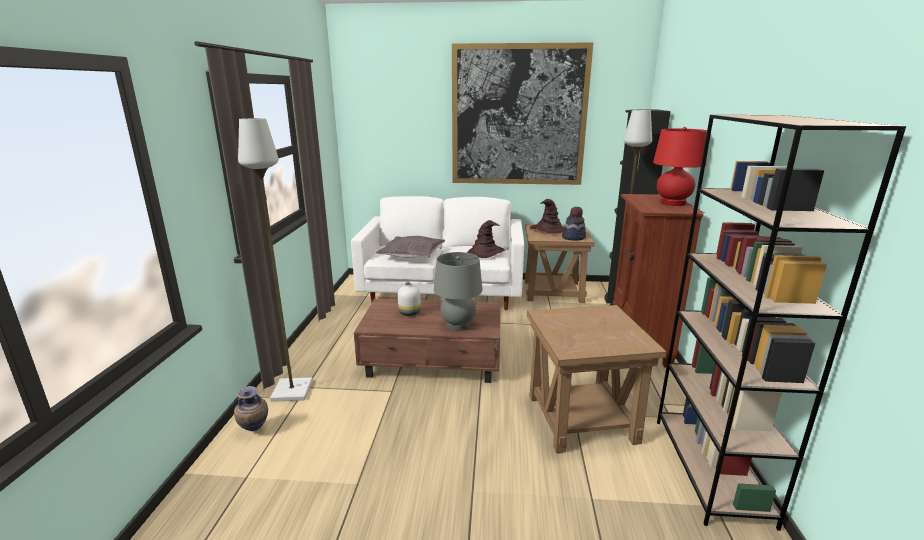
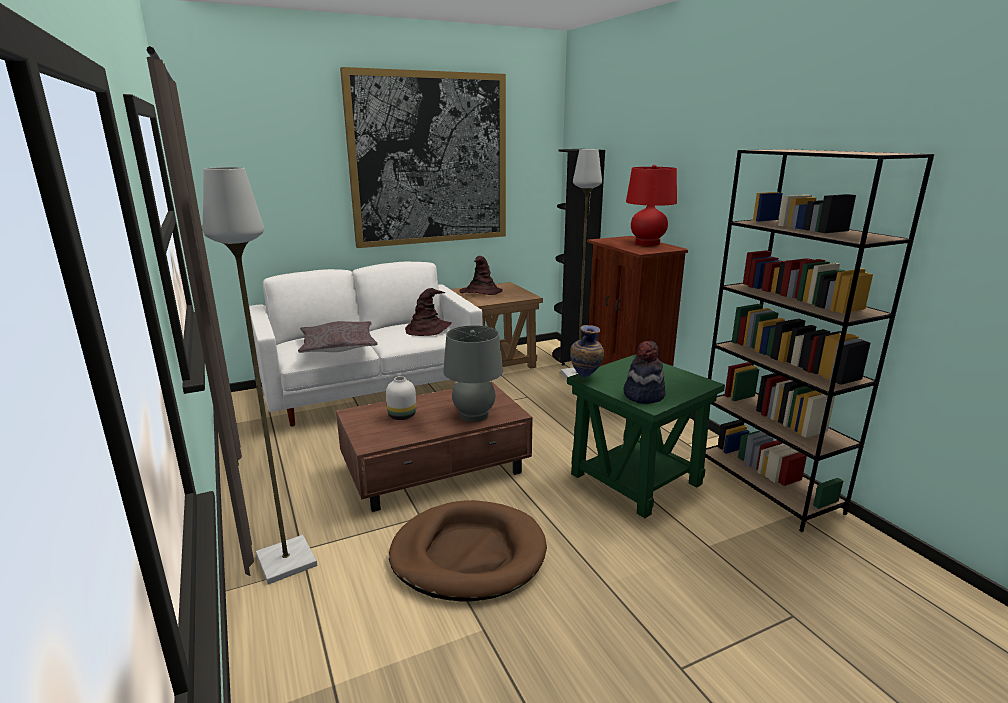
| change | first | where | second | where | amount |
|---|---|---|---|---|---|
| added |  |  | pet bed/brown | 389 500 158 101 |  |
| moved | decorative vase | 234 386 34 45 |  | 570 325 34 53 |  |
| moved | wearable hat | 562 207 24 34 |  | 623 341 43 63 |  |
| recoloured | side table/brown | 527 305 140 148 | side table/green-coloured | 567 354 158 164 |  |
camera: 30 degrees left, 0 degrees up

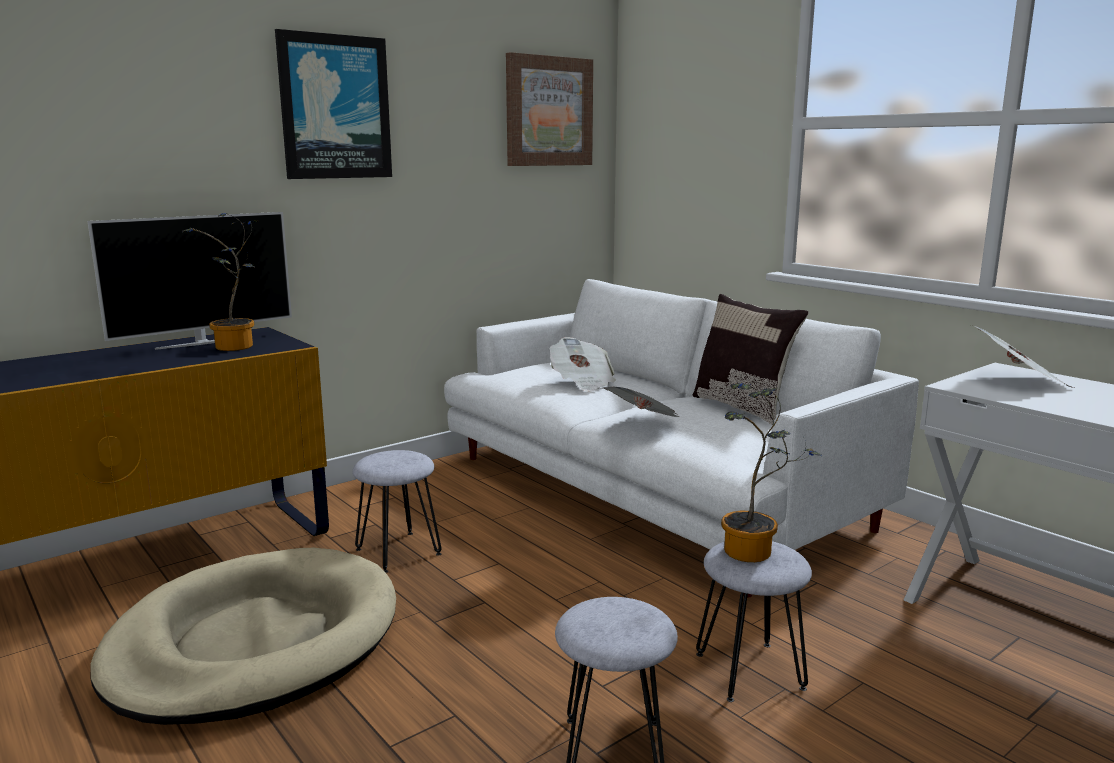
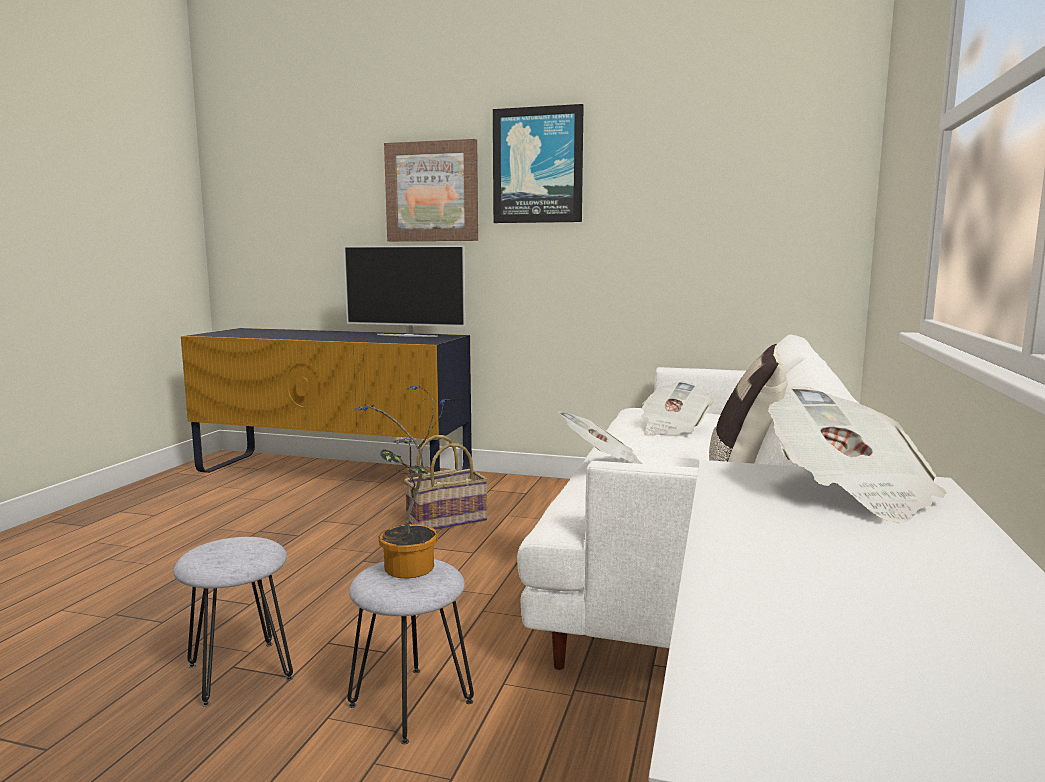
| change | first | where | second | where | amount |
|---|---|---|---|---|---|
| removed | pet bed/beige | 90 548 306 177 |  |  |  |
| removed | houseplant | 183 213 76 138 |  |  |  |
| moved | picture | 506 52 87 114 |  | 384 139 94 102 |  |
| replaced | stool seat/gray | 353 450 89 123 | basket | 404 435 84 95 |  |
camera: 55 degrees right, 5 degrees down

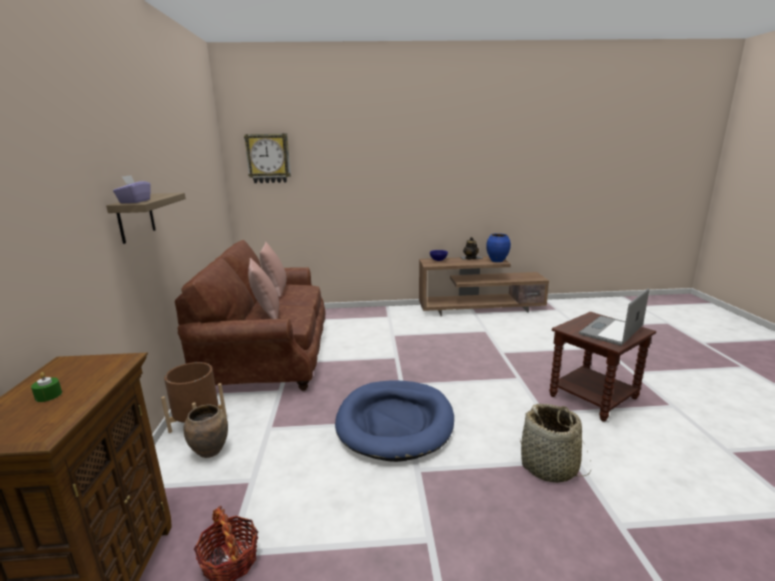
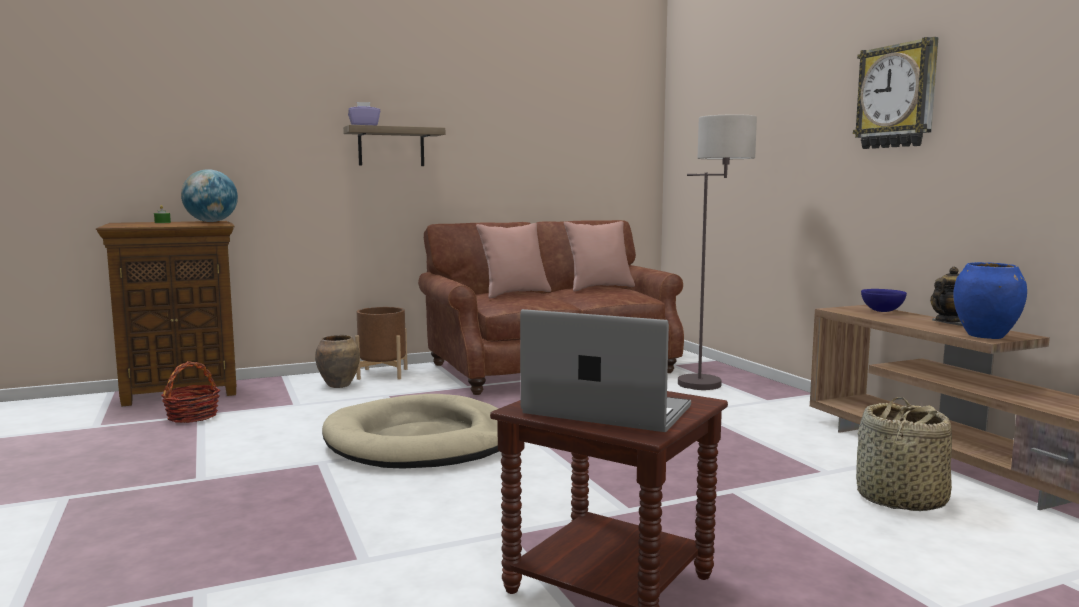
| change | first | where | second | where | amount |
|---|---|---|---|---|---|
| added |  |  | world globe | 181 169 57 53 |  |
| added |  |  | standing lamp/gray | 678 114 79 276 |  |
| moved | hanging clock | 244 133 47 50 |  | 853 37 86 112 |  |
| moved | basket | 520 403 71 80 |  | 856 397 96 114 |  |
| recoloured | pet bed/blue-coloured | 335 380 119 82 | pet bed/beige | 322 394 177 74 |  |
camera: 70 degrees right, 10 degrees down

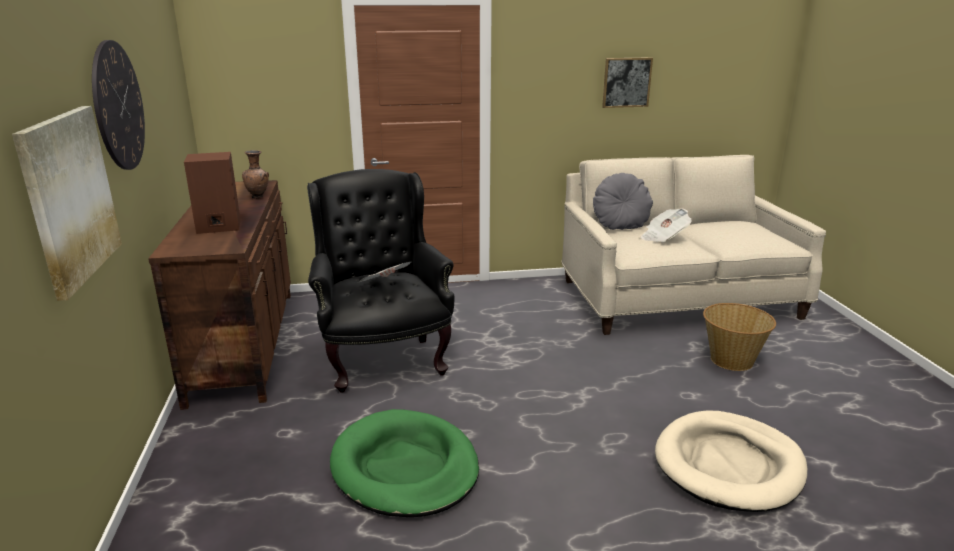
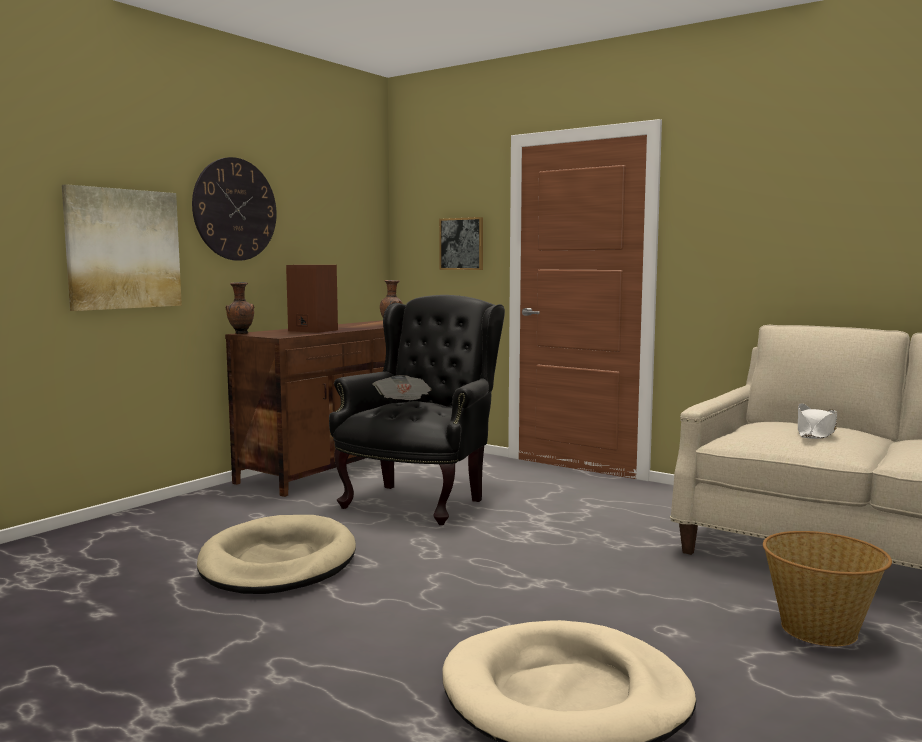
| change | first | where | second | where | amount |
|---|---|---|---|---|---|
| removed | pillow/gray | 593 173 60 57 |  |  |  |
| added |  |  | decorative vase/brown | 226 282 28 52 |  |
| moved | picture | 602 57 51 51 |  | 439 217 44 53 |  |
| replaced | newspaper | 640 208 51 35 | wearable hat/white | 798 403 39 36 |  |
| recoloured | pet bed/green-coloured | 330 409 149 108 | pet bed/beige | 197 515 159 79 |  |
camera: 45 degrees right, 15 degrees down

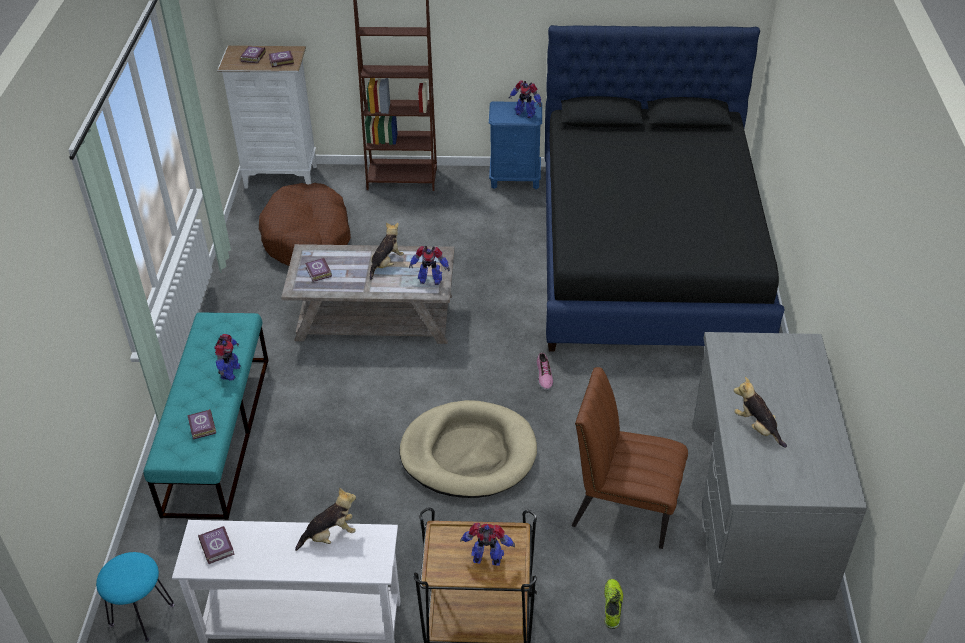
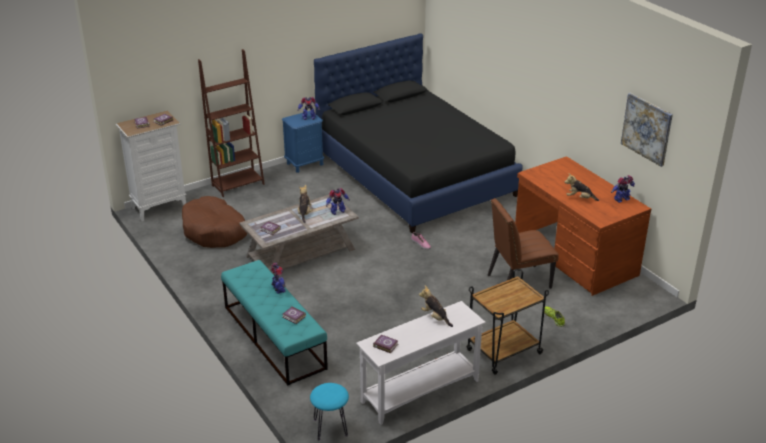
| change | first | where | second | where | amount |
|---|---|---|---|---|---|
| removed | pet bed/beige | 399 400 138 98 |  |  |  |
| added |  |  | picture | 621 93 52 74 |  |
| moved | toy robot | 460 523 55 43 |  | 611 175 24 28 |  |
| recoloured | desk unit/gray | 692 332 175 268 | desk unit/brown | 515 156 136 140 |  |
| turned | soft toy | 295 487 61 64 |  | 419 286 34 41 | 75 degrees counterclockwise |
camera: 35 degrees left, 10 degrees down

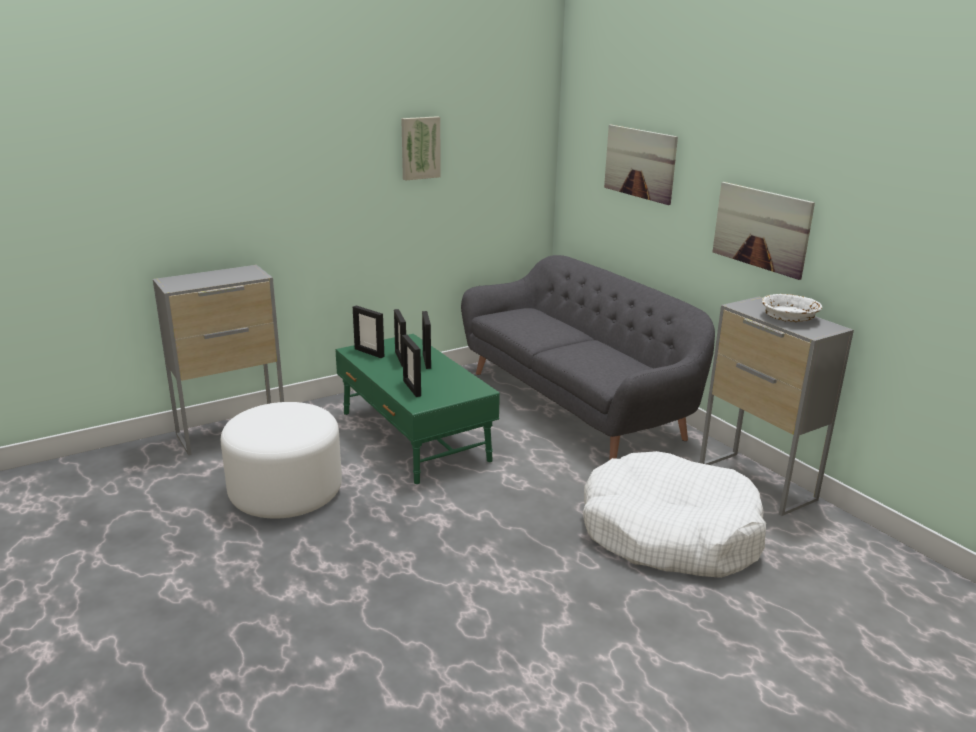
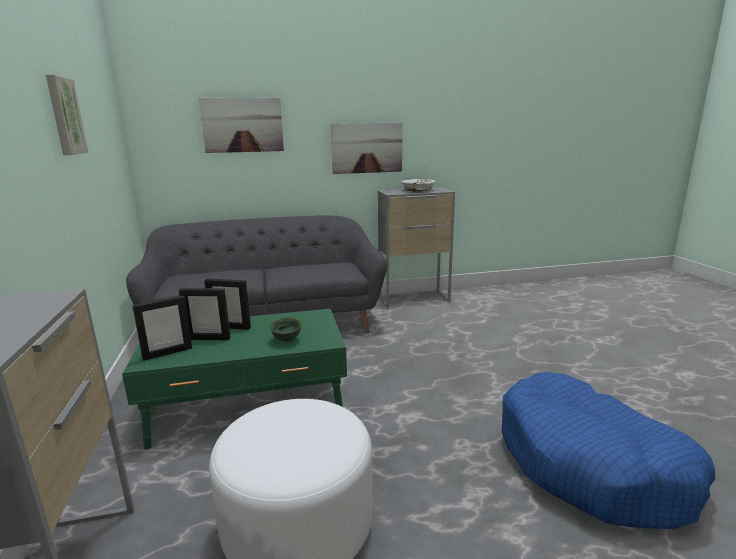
| change | first | where | second | where | amount |
|---|---|---|---|---|---|
| removed | pet bed/white | 583 451 183 127 |  |  |  |
| added |  |  | pet bed/blue-coloured | 502 372 213 157 |  |
| replaced | photo frame | 402 335 19 62 | deep dish/green-coloured | 270 318 32 24 |  |
camera: 70 degrees left, 5 degrees down

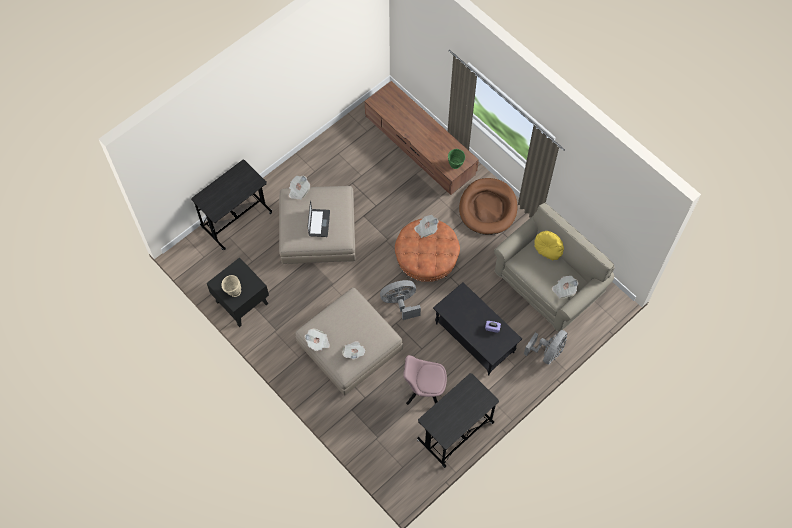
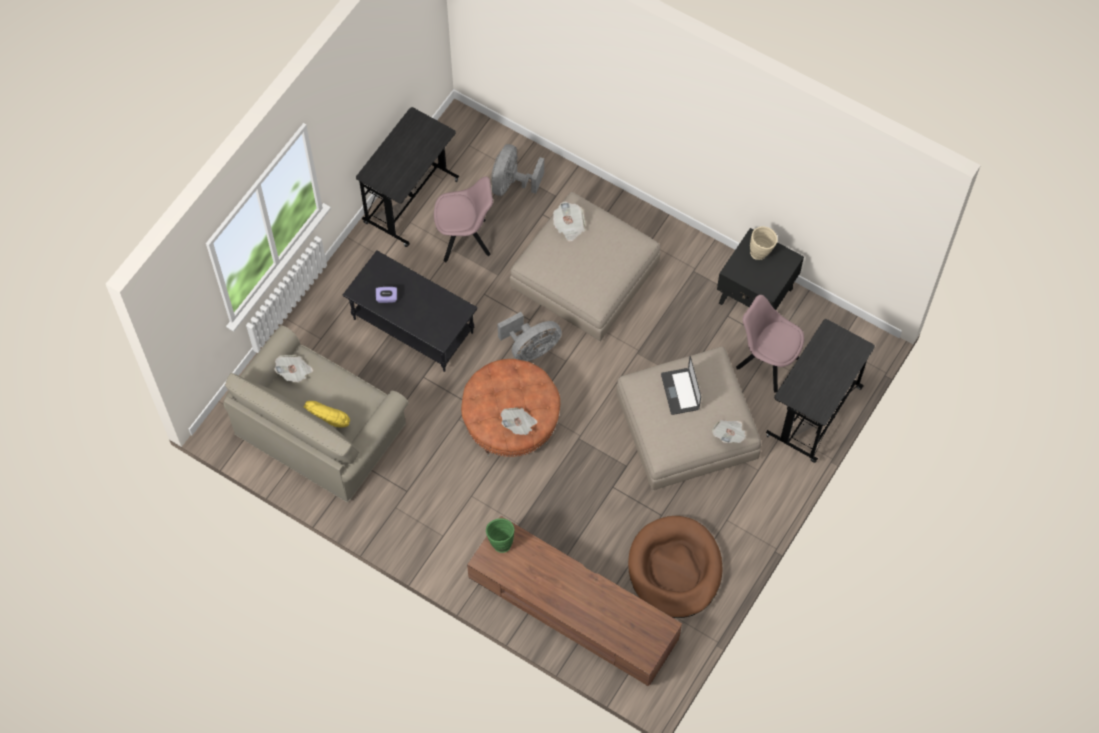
| change | first | where | second | where | amount |
|---|---|---|---|---|---|
| removed | newspaper | 305 328 25 23 |  |  |  |
| added |  |  | upright chair/pink-coloured | 736 295 68 98 |  |
| moved | pet bed/brown | 459 178 59 57 |  | 628 516 94 102 |  |
| moved | fan/gray | 524 330 44 34 |  | 491 144 53 52 |  |
camera: 165 degrees right, 0 degrees up

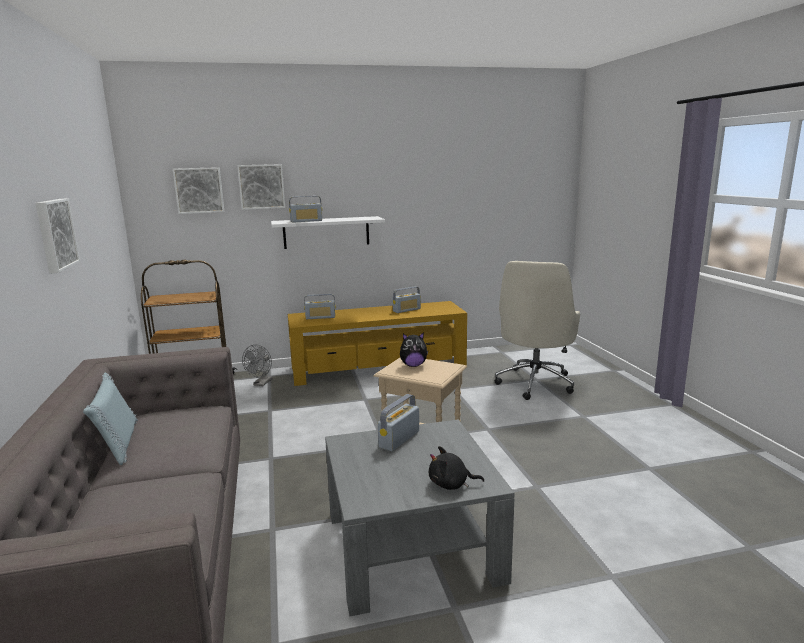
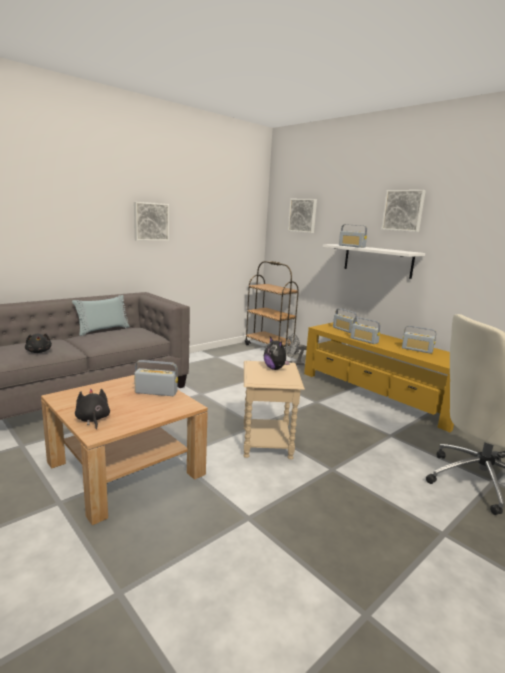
| change | first | where | second | where | amount |
|---|---|---|---|---|---|
| added |  |  | soft toy/blackish | 25 333 27 20 |  |
| added |  |  | radio set | 350 317 31 27 |  |
| moved | picture | 237 164 48 46 |  | 381 190 45 42 |  |
| recoloured | lounge table/gray | 325 420 190 196 | lounge table/brown | 41 375 167 150 |  |
camera: 60 degrees right, 0 degrees up

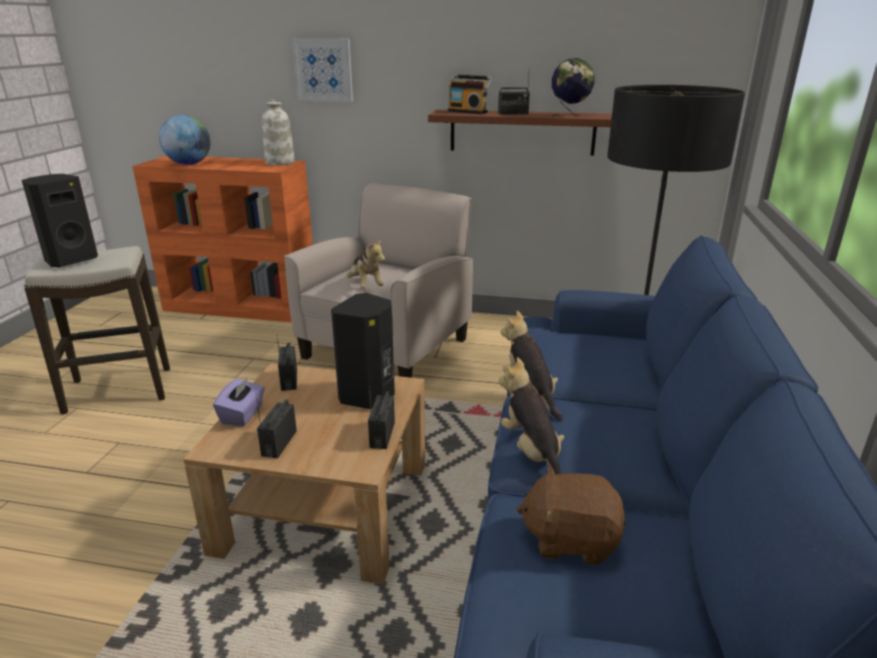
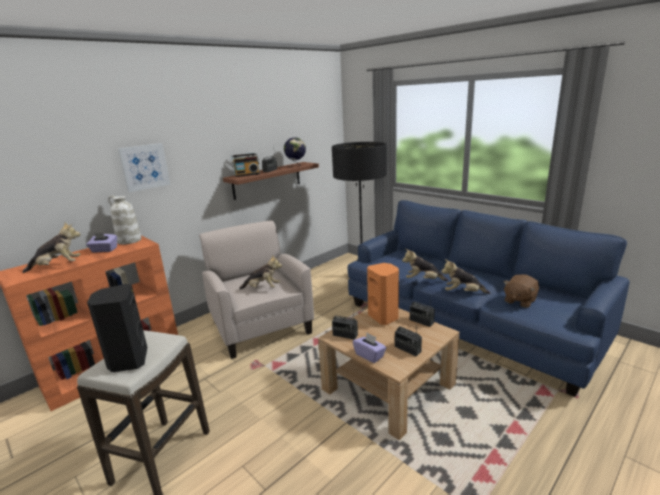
| change | first | where | second | where | amount |
|---|---|---|---|---|---|
| added |  |  | tissue box/purple-coloured | 86 233 31 19 |  |
| replaced | world globe | 159 115 52 50 | soft toy | 22 222 59 51 |  |
| recoloured | speaker/blackish | 331 293 64 116 | speaker/orange-coloured | 367 263 32 62 |  |
camera: 55 degrees left, 5 degrees down

